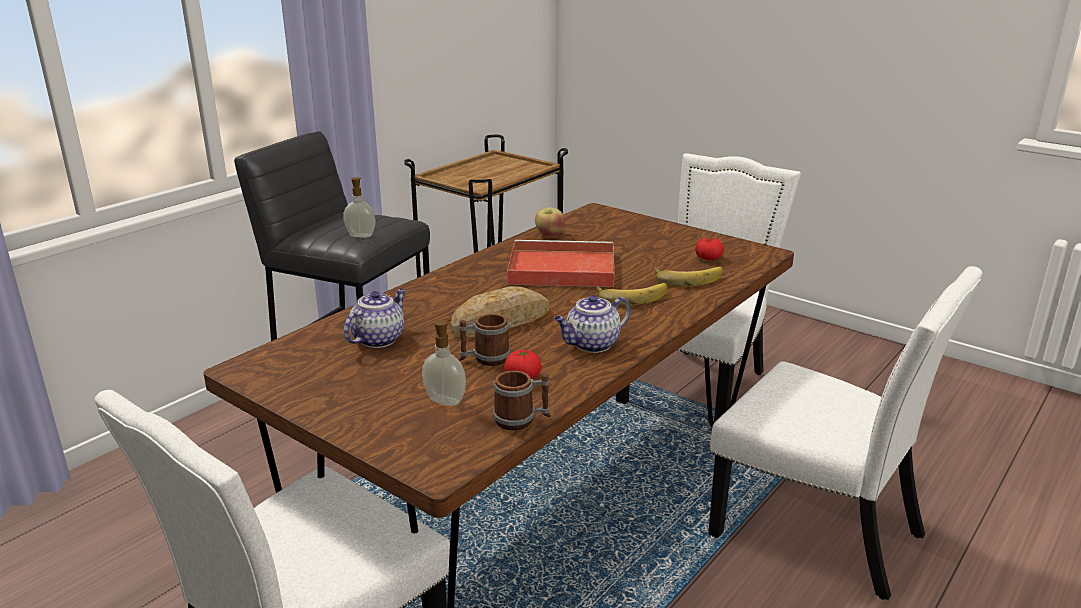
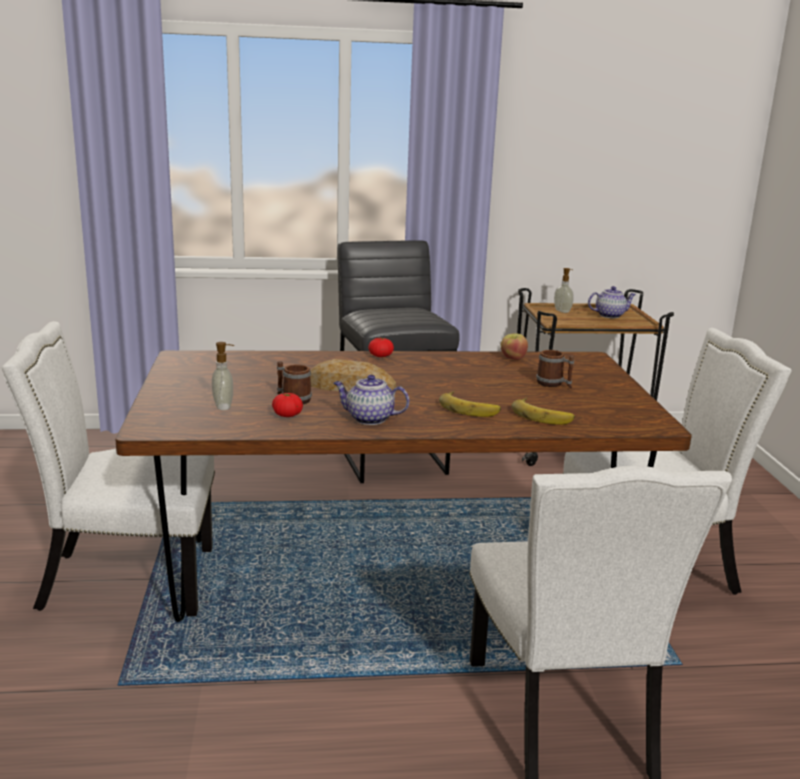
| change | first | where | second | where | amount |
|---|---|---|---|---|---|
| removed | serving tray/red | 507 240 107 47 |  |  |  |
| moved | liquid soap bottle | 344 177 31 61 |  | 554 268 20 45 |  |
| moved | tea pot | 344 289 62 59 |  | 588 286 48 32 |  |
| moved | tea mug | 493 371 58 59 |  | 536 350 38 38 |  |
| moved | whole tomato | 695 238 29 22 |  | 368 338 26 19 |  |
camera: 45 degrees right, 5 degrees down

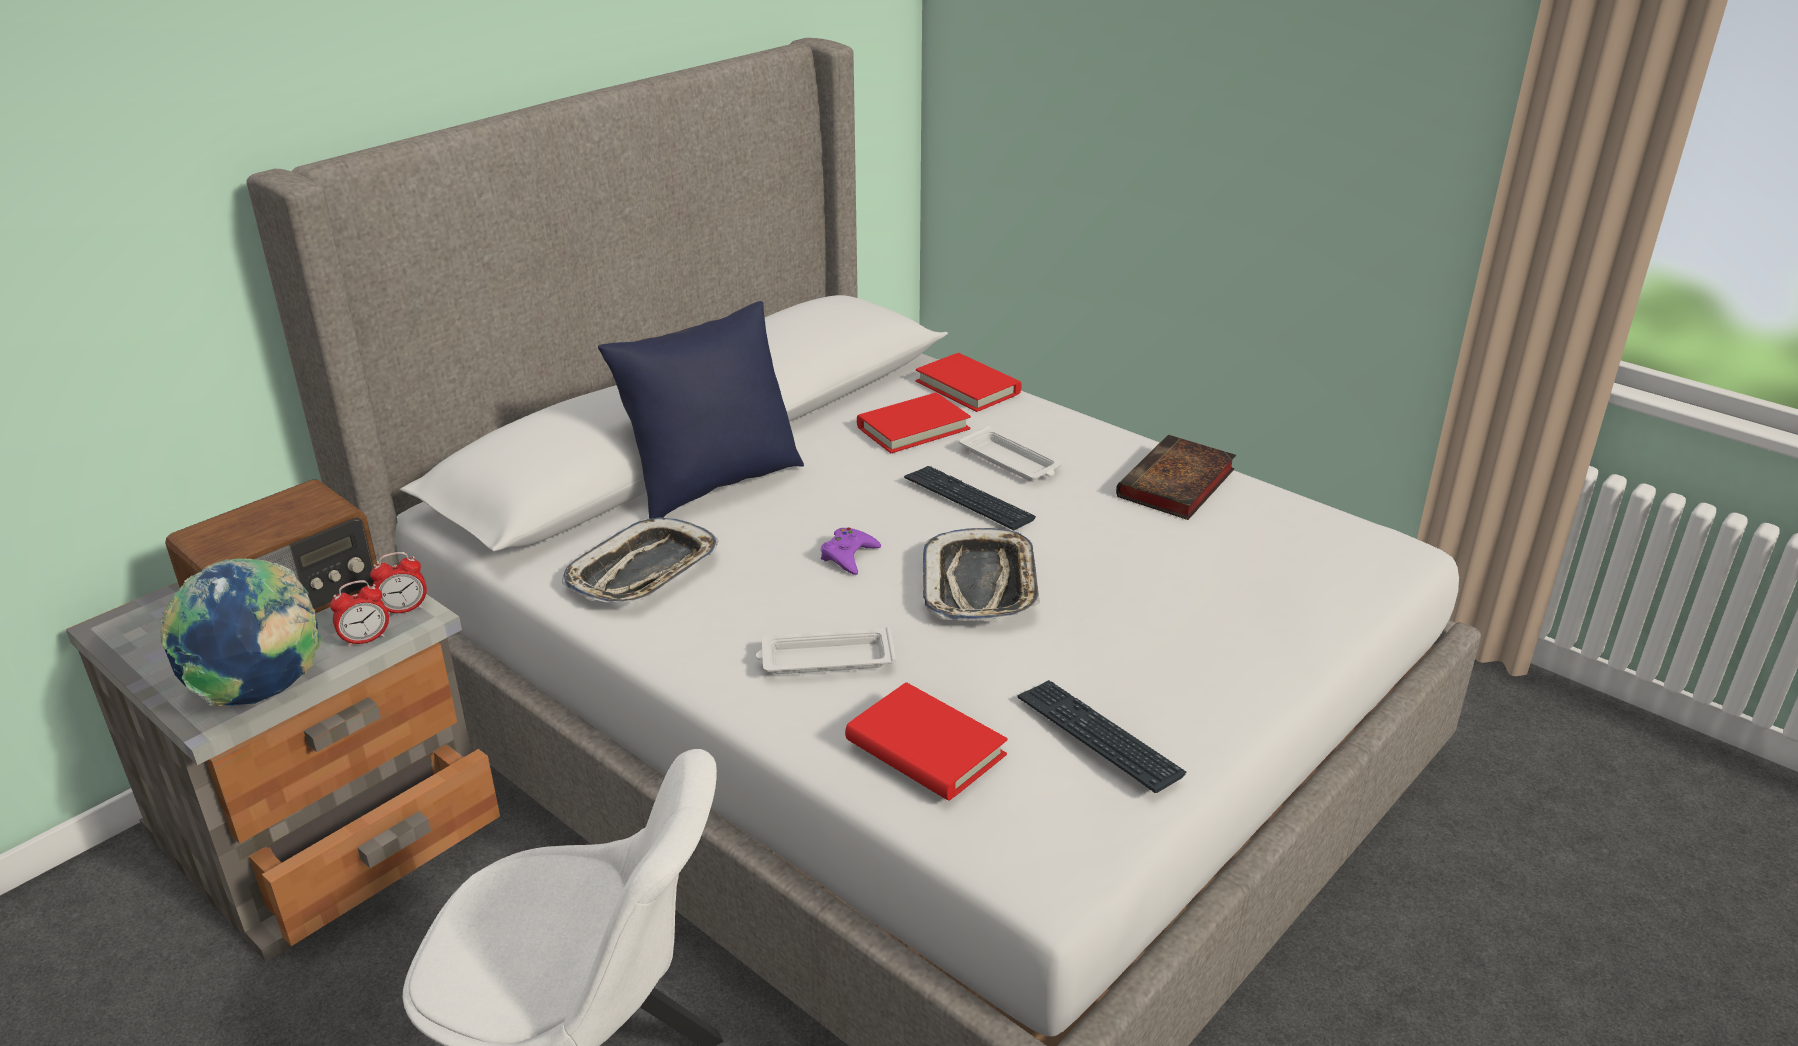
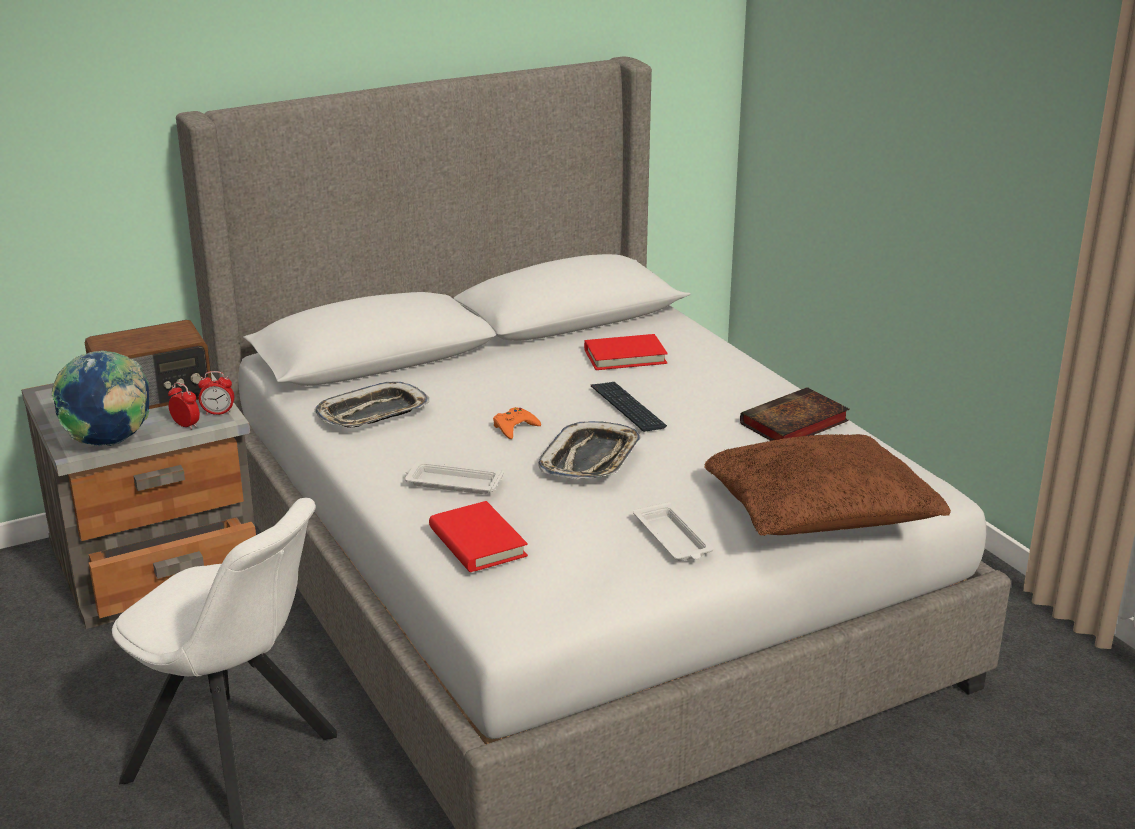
| change | first | where | second | where | amount |
|---|---|---|---|---|---|
| removed | pillow/blue-coloured | 598 301 206 218 |  |  |  |
| removed | bound book/red | 916 353 106 59 |  |  |  |
| removed | keyboard | 1017 680 169 113 |  |  |  |
| added |  |  | pillow/brown | 705 434 246 102 |  |
| moved | serving tray/white | 959 426 104 55 |  | 633 502 80 59 |  |
| recoloured | gamepad/purple-coloured | 821 527 60 48 | gamepad/orange-coloured | 493 407 48 32 |  |
| turned | alarm clock | 330 580 59 68 |  | 168 382 32 48 | 135 degrees counterclockwise |
camera: 20 degrees right, 5 degrees down

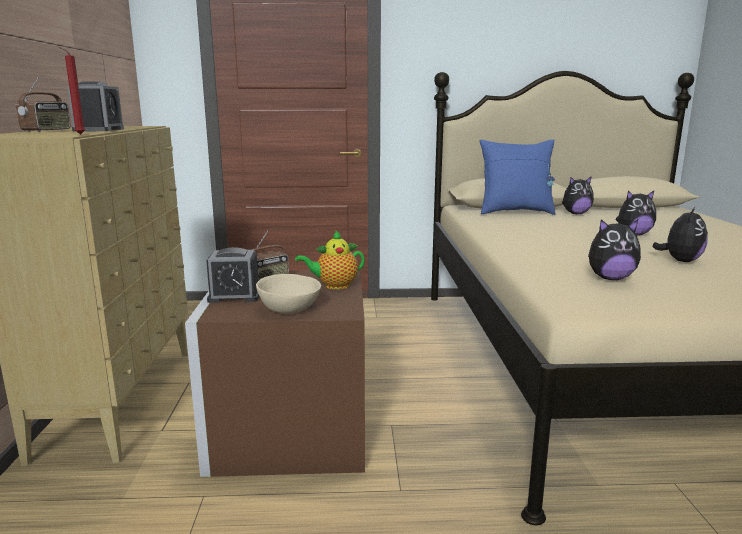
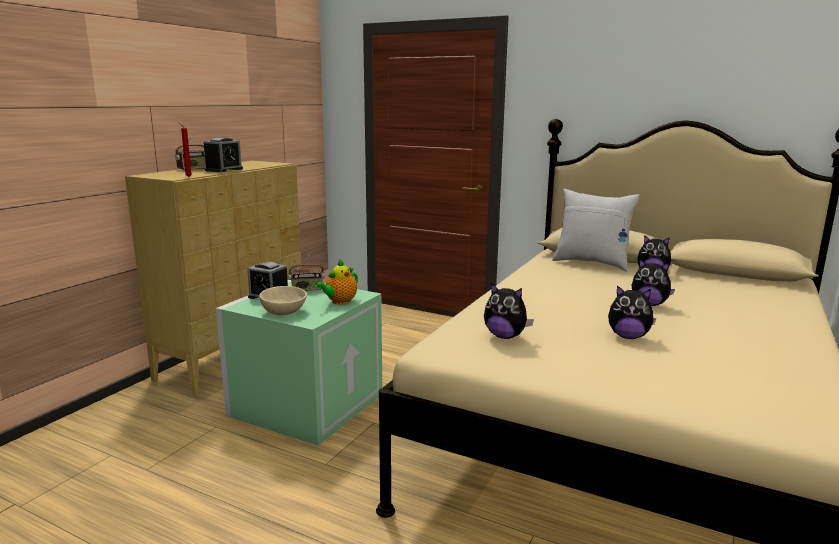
| change | first | where | second | where | amount |
|---|---|---|---|---|---|
| recoloured | storage box/brown | 185 270 180 207 | storage box/green-coloured | 216 280 166 166 |  |
| recoloured | pillow/blue-coloured | 480 139 76 76 | pillow/gray | 552 189 88 83 |  |
| turned | tea pot | 295 230 70 60 |  | 314 259 44 46 | 60 degrees counterclockwise |
| turned | soft toy | 652 207 56 55 |  | 608 285 48 54 | 45 degrees clockwise |
camera: 30 degrees right, 0 degrees up

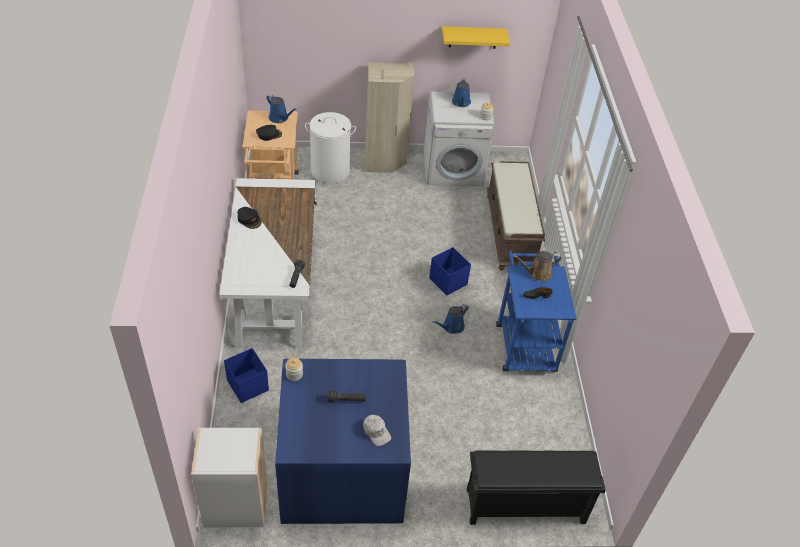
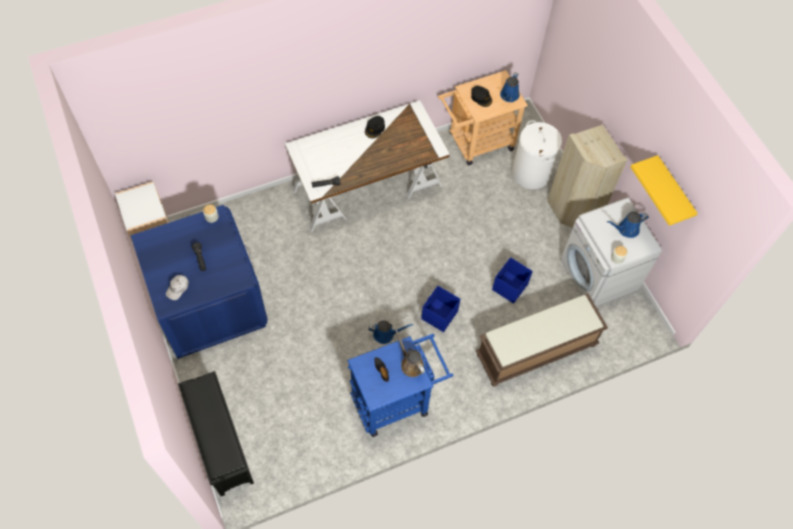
| change | first | where | second | where | amount |
|---|---|---|---|---|---|
| moved | storage box/blue-coloured | 224 348 45 55 |  | 492 257 41 47 |  |
| turned | sprinkling can/blue-coloured | 432 304 37 30 |  | 368 320 46 24 | 150 degrees clockwise |
camera: 70 degrees right, 15 degrees up

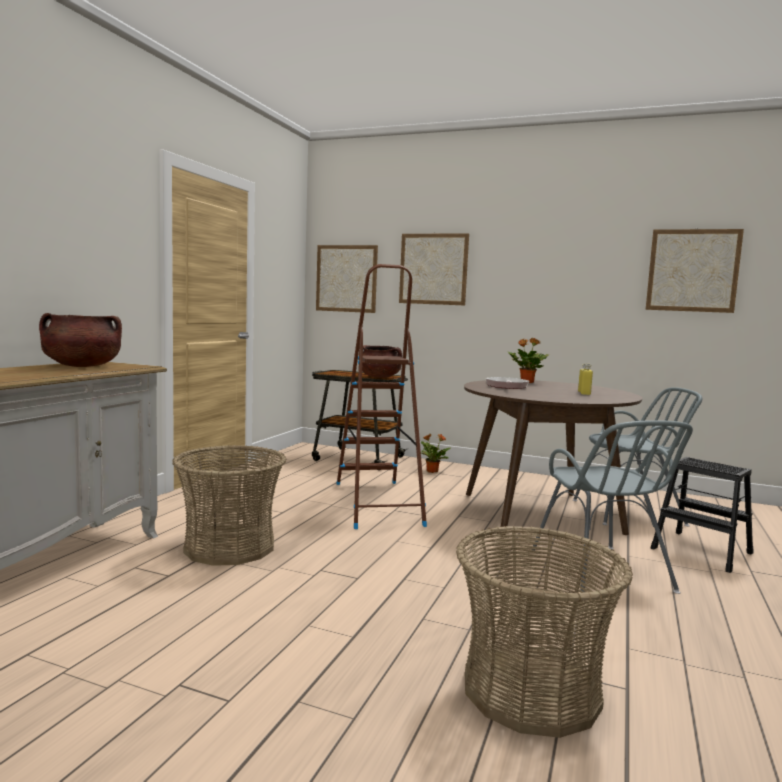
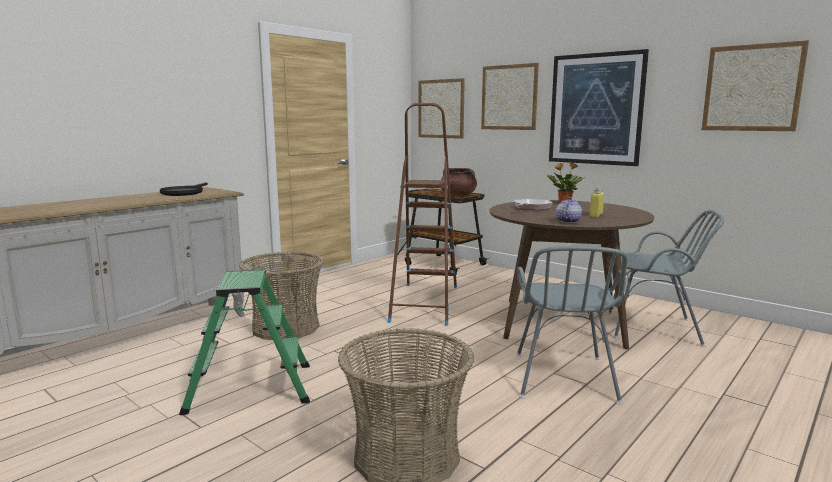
| change | first | where | second | where | amount |
|---|---|---|---|---|---|
| removed | houseplant | 420 434 30 39 |  |  |  |
| removed | step ladder/blackish | 651 457 103 116 |  |  |  |
| added |  |  | step ladder/green-coloured | 179 269 131 146 |  |
| added |  |  | picture | 549 49 100 117 |  |
| added |  |  | tea pot | 556 197 26 26 |  |
| replaced | saucepot/brown | 39 313 83 54 | pan/blackish | 160 182 48 14 |  |
camera: 20 degrees right, 5 degrees up

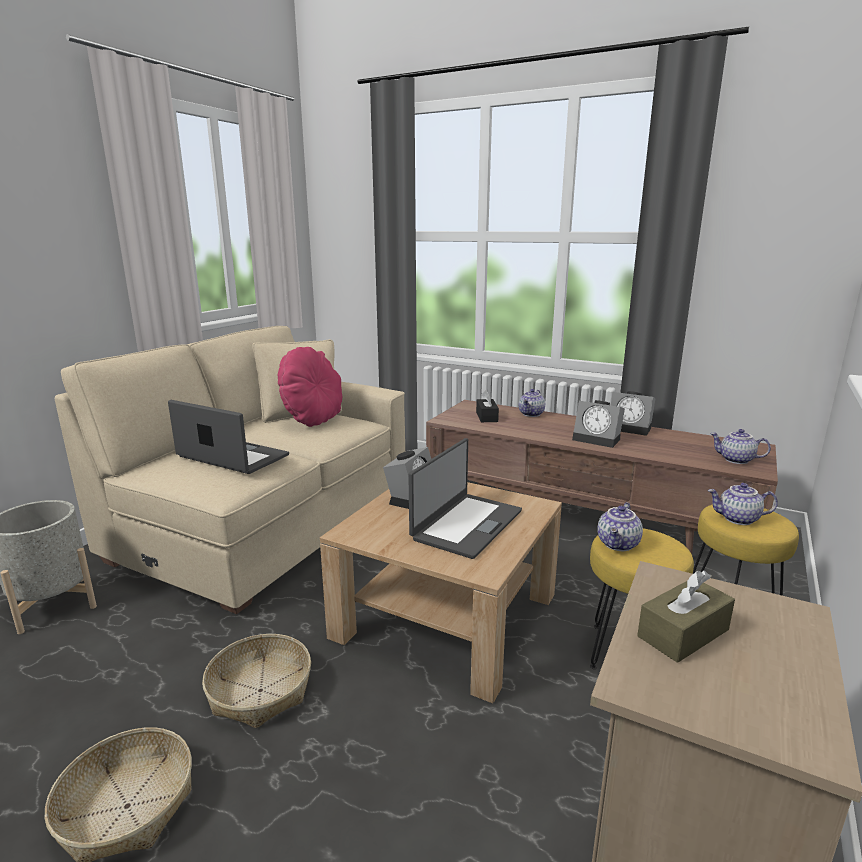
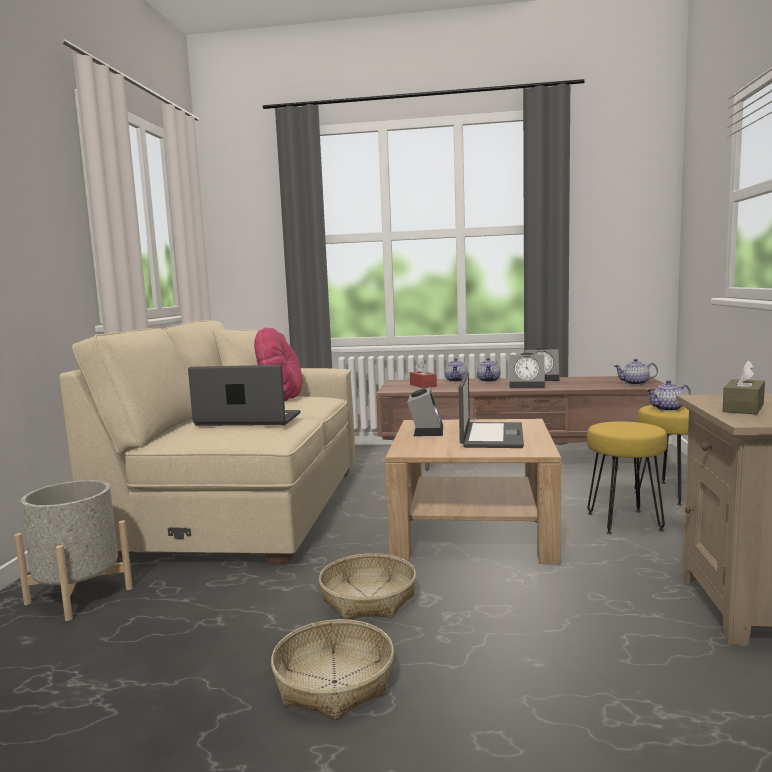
| change | first | where | second | where | amount |
|---|---|---|---|---|---|
| moved | tea pot | 597 502 46 49 |  | 477 358 23 24 |  |
| recoloured | tissue box/blackish | 476 390 23 32 | tissue box/red | 410 361 27 27 |  |
camera: 20 degrees left, 10 degrees down

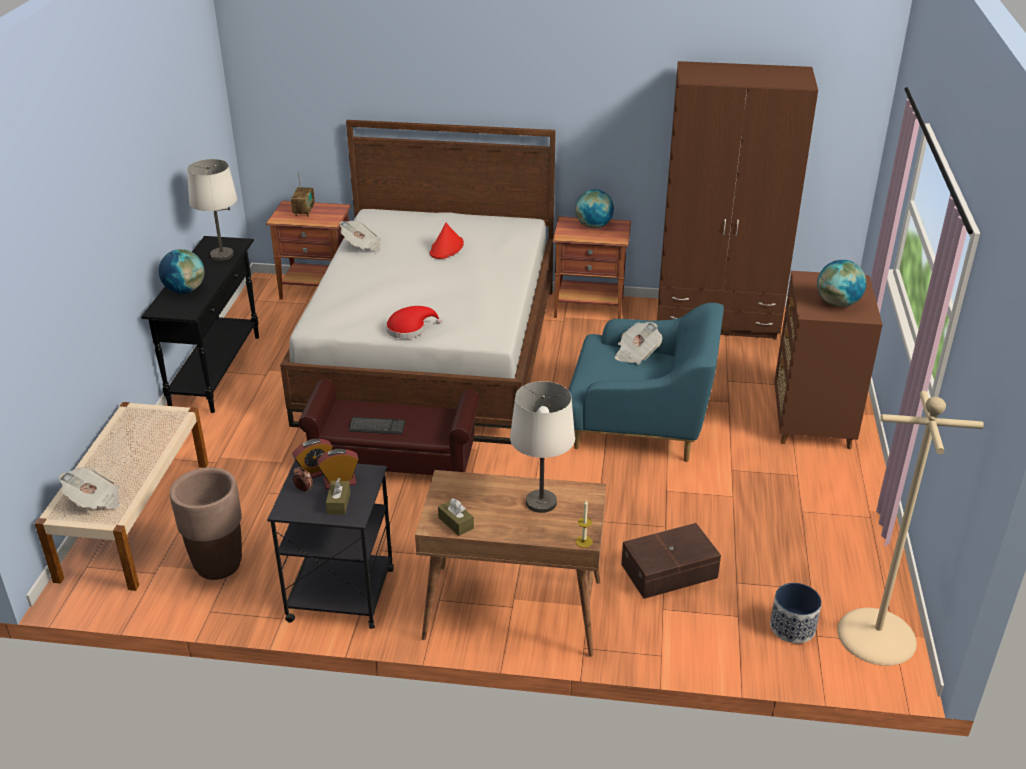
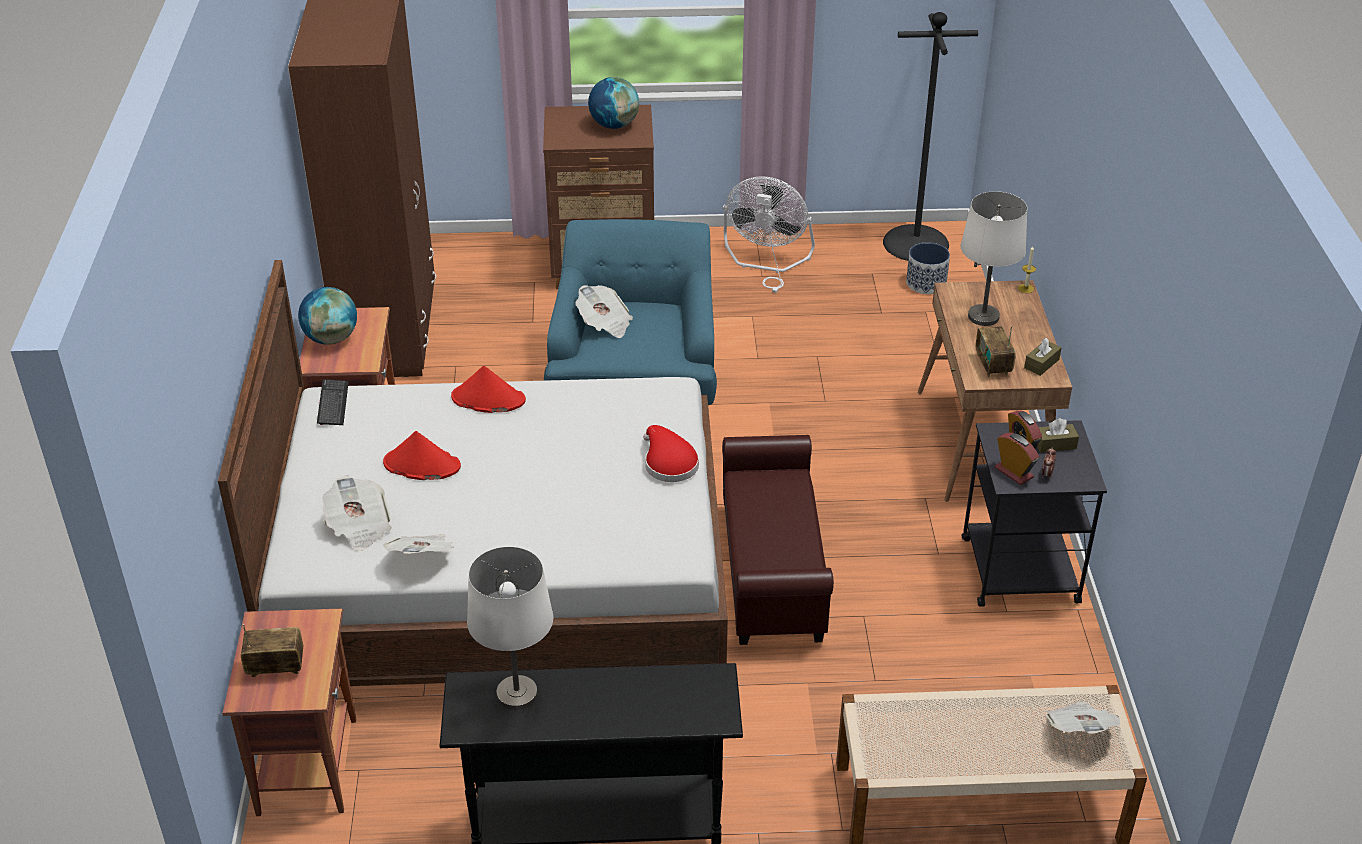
| change | first | where | second | where | amount |
|---|---|---|---|---|---|
| removed | world globe | 159 249 45 45 |  |  |  |
| removed | flower pot/brown | 170 467 72 113 |  |  |  |
| removed | storage box/brown | 621 523 100 76 |  |  |  |
| added |  |  | newspaper | 322 475 70 76 |  |
| added |  |  | wearable hat/red | 451 366 75 47 |  |
| added |  |  | fan/white | 723 177 92 116 |  |
| added |  |  | radio set | 975 326 41 51 |  |
| moved | keyboard | 348 417 57 18 |  | 317 379 32 46 |  |
| recoloured | garment rack/beige | 837 391 147 275 | garment rack/blackish | 883 12 95 249 |  |
camera: 100 degrees left, 5 degrees up

